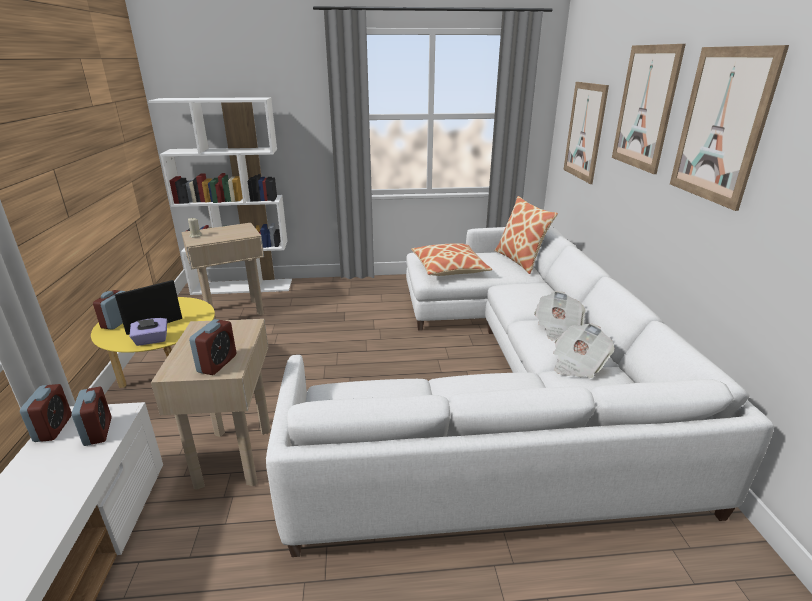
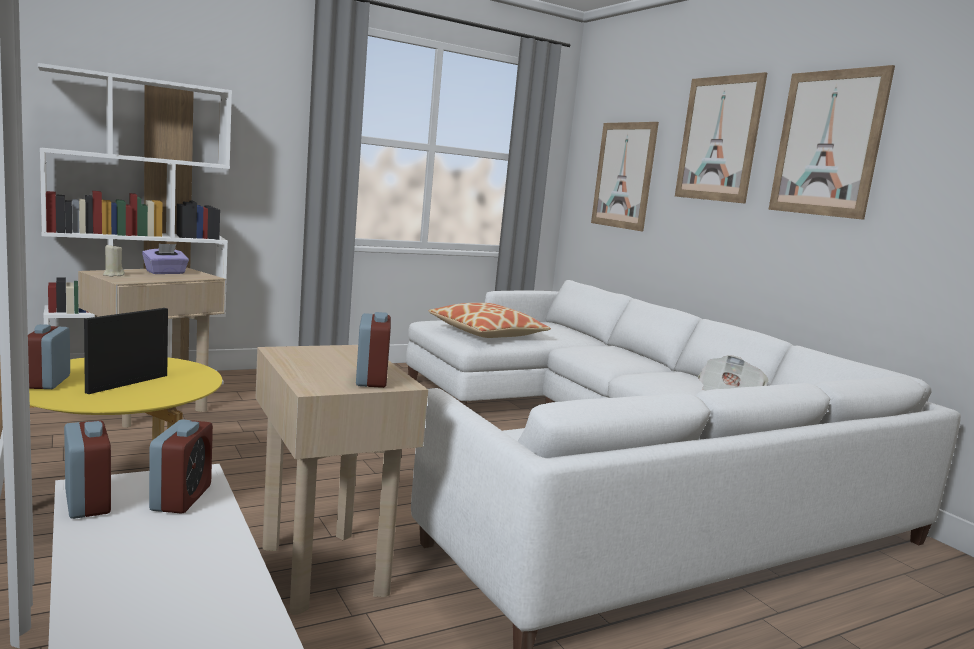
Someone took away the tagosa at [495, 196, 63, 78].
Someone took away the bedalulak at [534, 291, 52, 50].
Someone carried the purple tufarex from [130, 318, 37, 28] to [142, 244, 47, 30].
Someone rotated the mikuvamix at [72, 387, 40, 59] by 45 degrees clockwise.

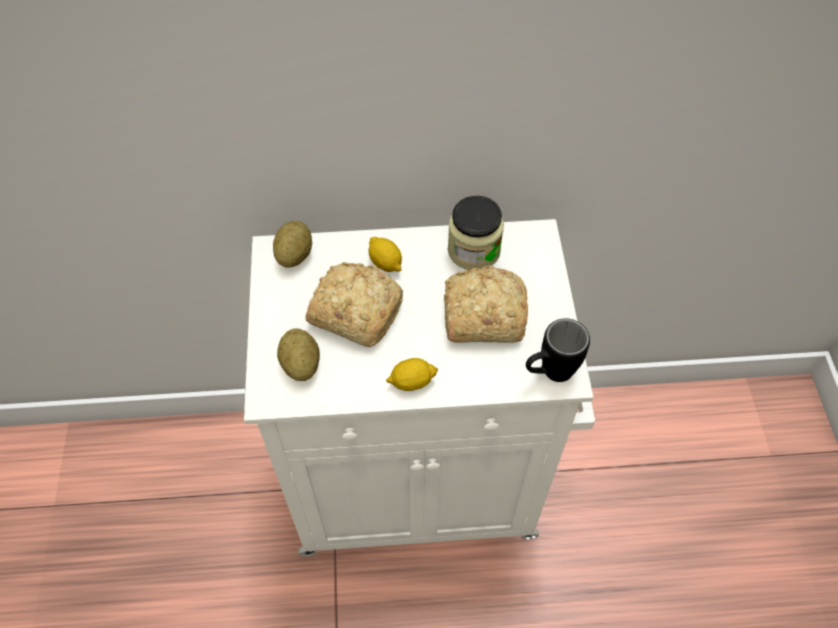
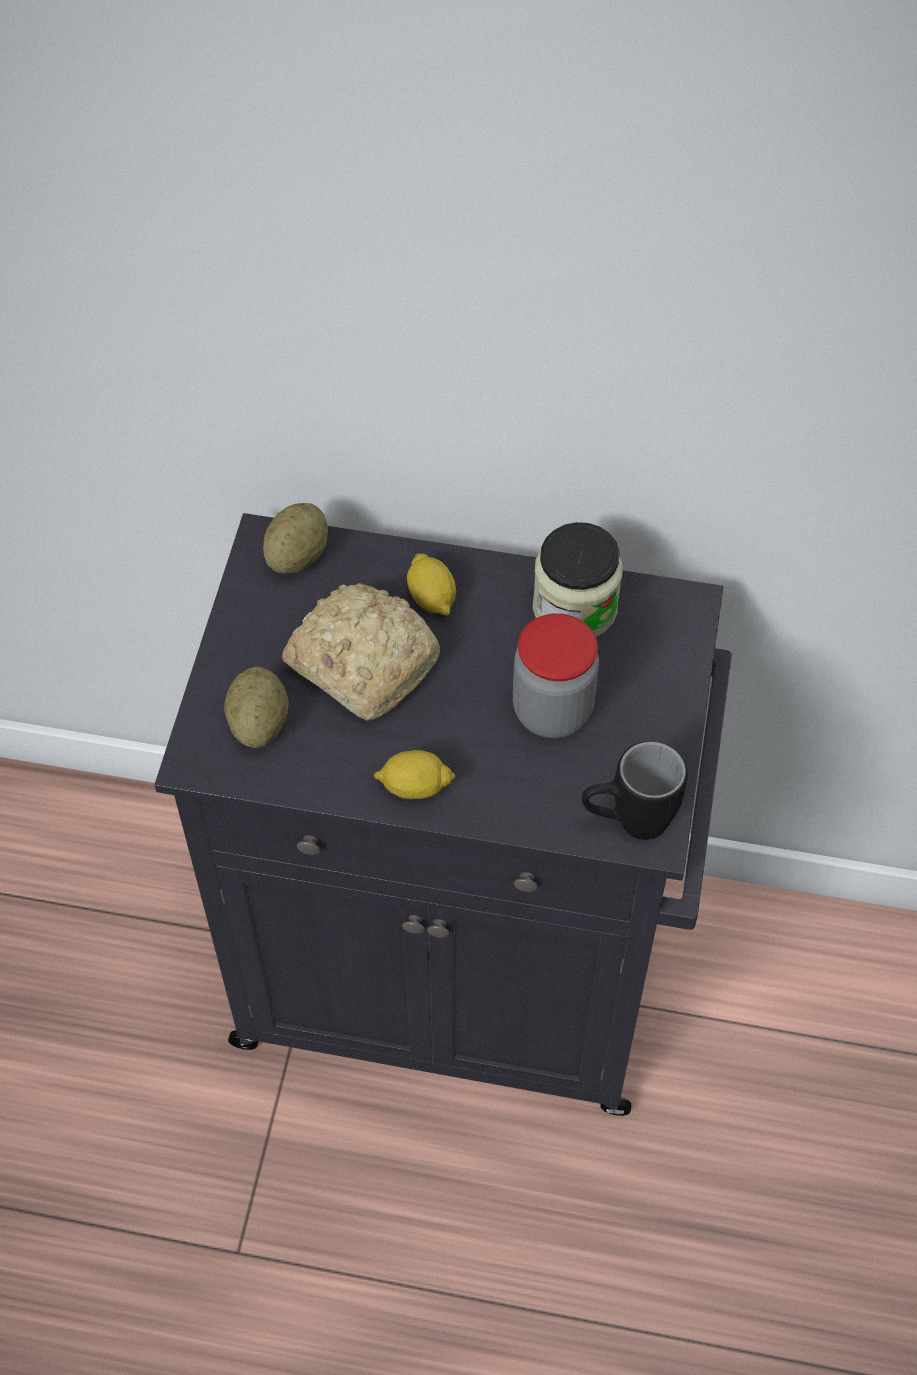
Someone swapped the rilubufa at [444, 266, 84, 77] for the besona at [513, 613, 86, 125].
Someone repainted the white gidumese at [244, 219, 351, 338], which became the black gidumese at [154, 513, 578, 603].

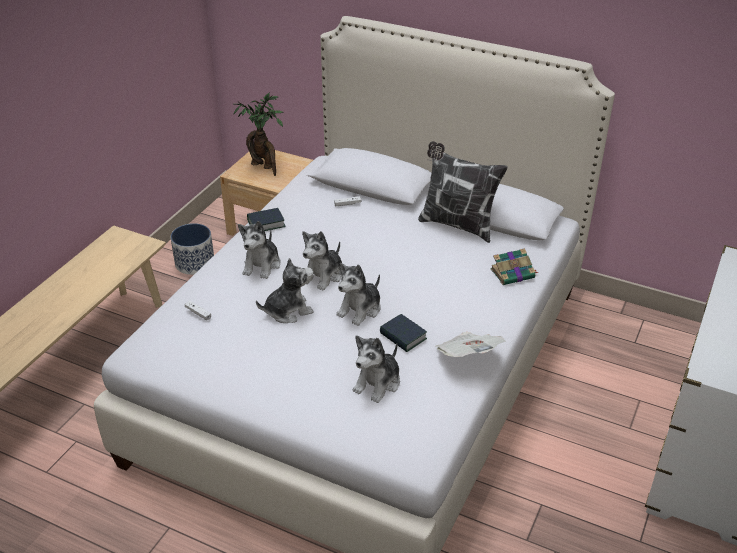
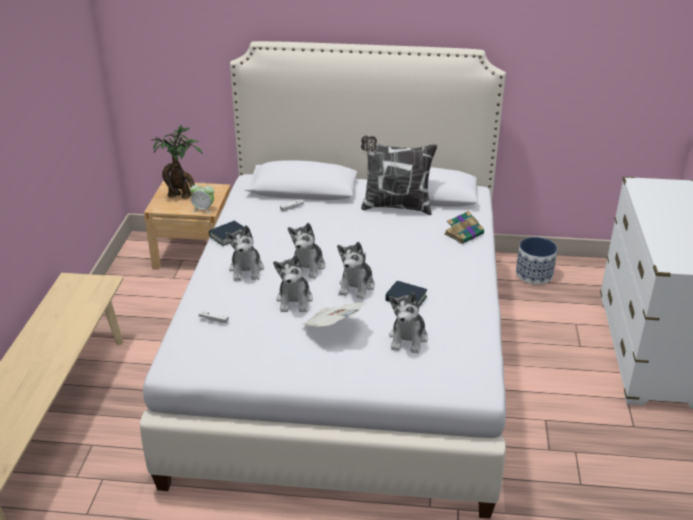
Someone put down the mikuvamix at [190, 182, 24, 32].
Someone carried the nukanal from [171, 223, 43, 52] to [516, 237, 41, 47].
Someone carried the bedalulak from [436, 332, 70, 25] to [301, 302, 65, 25].
Someone rotated the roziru at [256, 258, 58, 65] by 135 degrees clockwise.

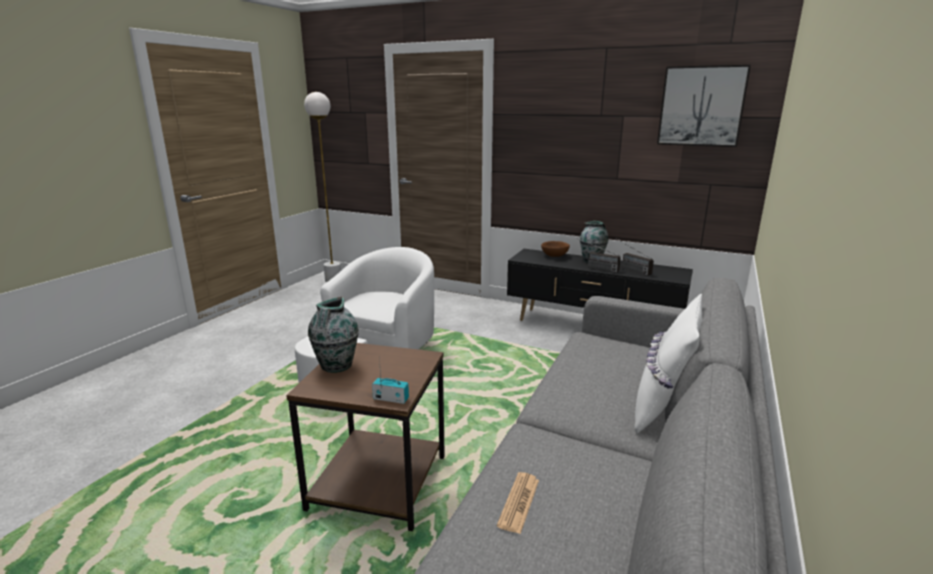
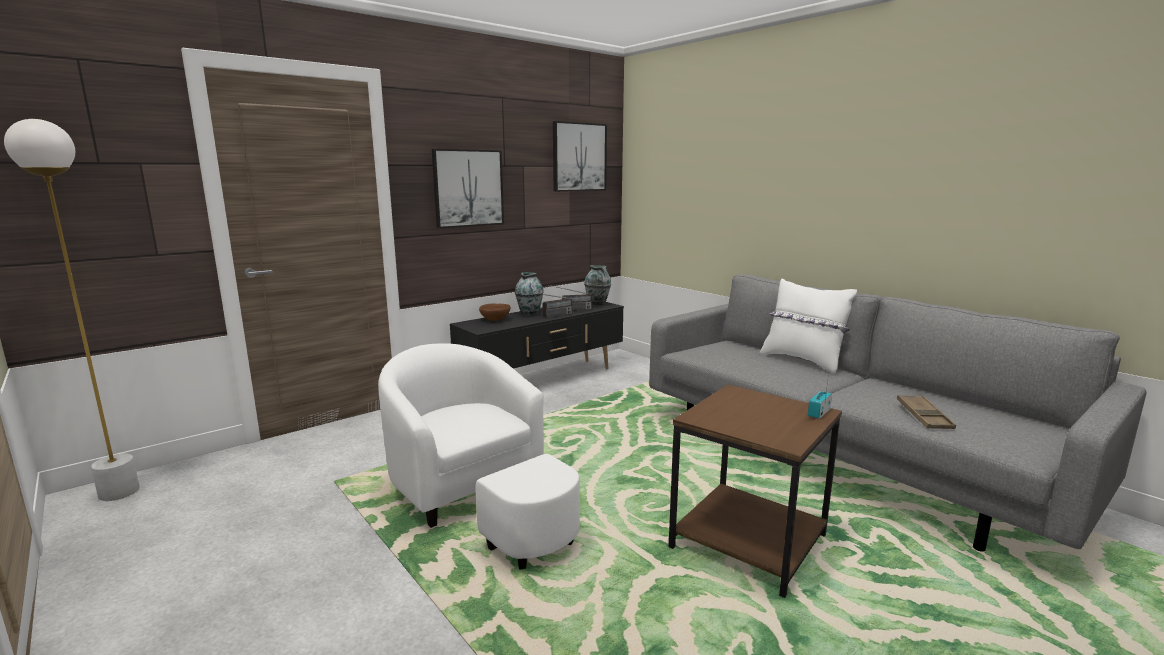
Someone put up the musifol at [432, 149, 72, 80].
Someone carried the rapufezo from [308, 296, 51, 77] to [584, 265, 27, 40].
Someone swapped the bedalulak at [497, 472, 42, 62] for the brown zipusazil at [897, 395, 59, 34].

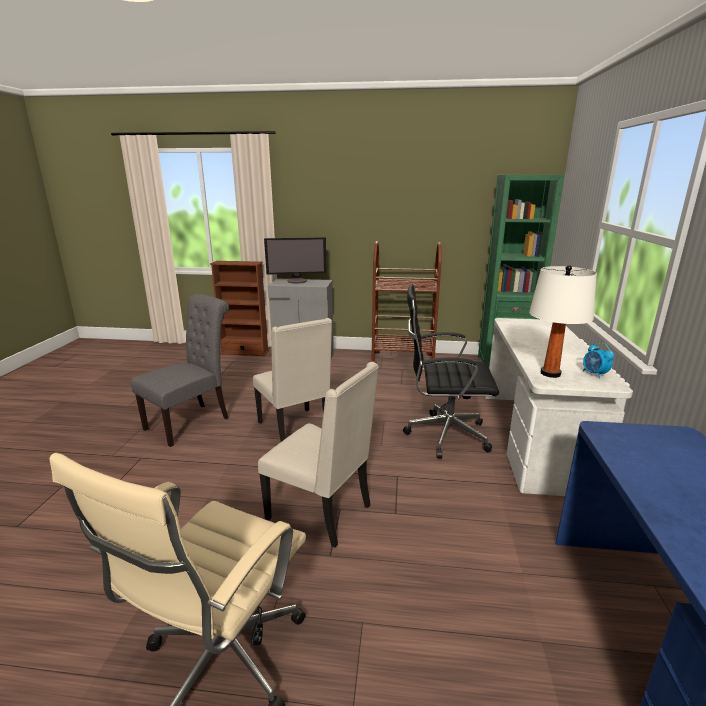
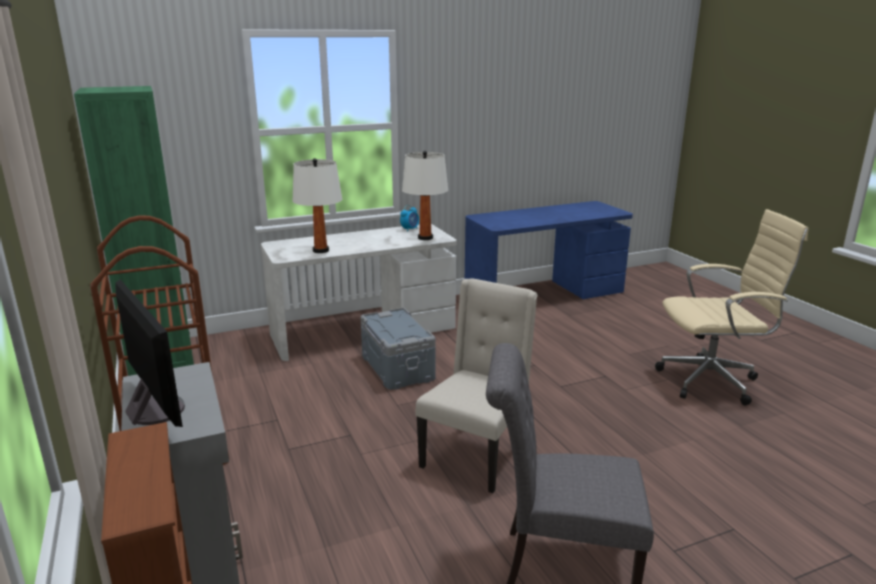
Someone took away the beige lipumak at [258, 362, 121, 186].
Someone put down the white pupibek at [292, 158, 50, 95].
Someone swapped the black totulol at [403, 284, 96, 175] for the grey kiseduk at [361, 308, 75, 82].

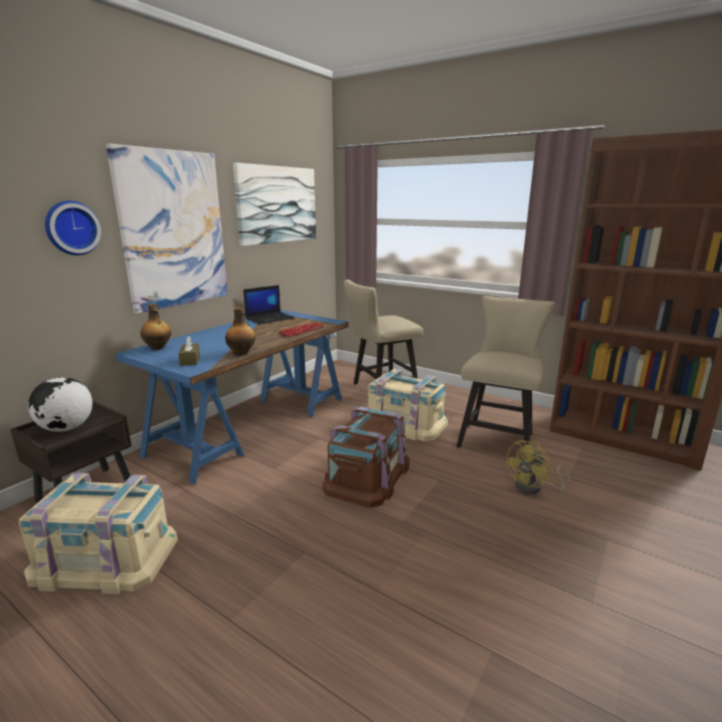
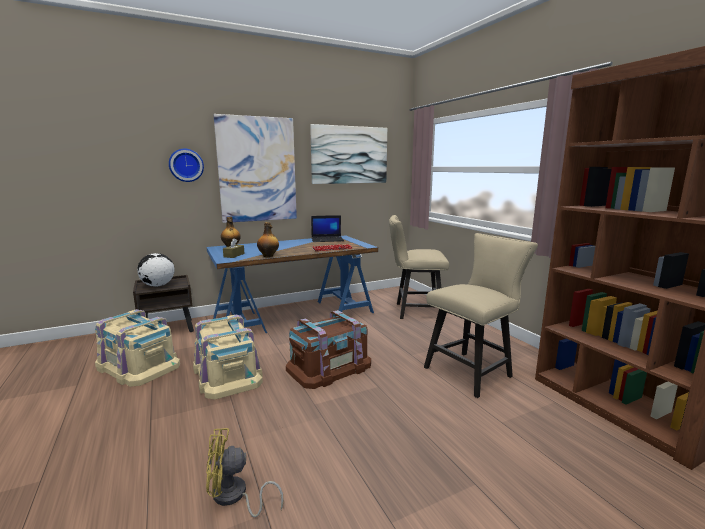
Someone carried the beige kiseduk from [368, 368, 80, 73] to [193, 314, 70, 86].
Someone carried the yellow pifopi from [504, 440, 66, 54] to [206, 428, 78, 90].

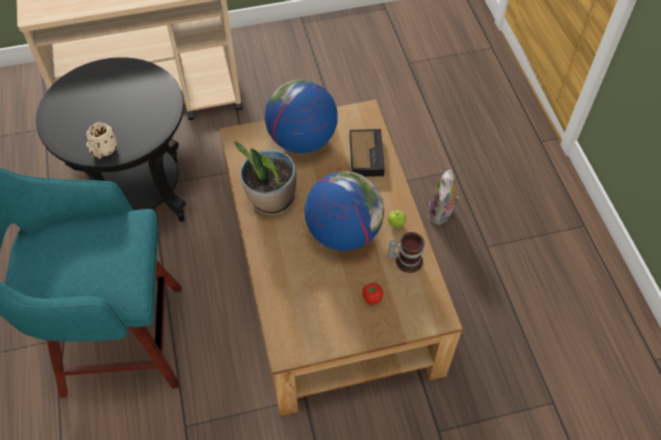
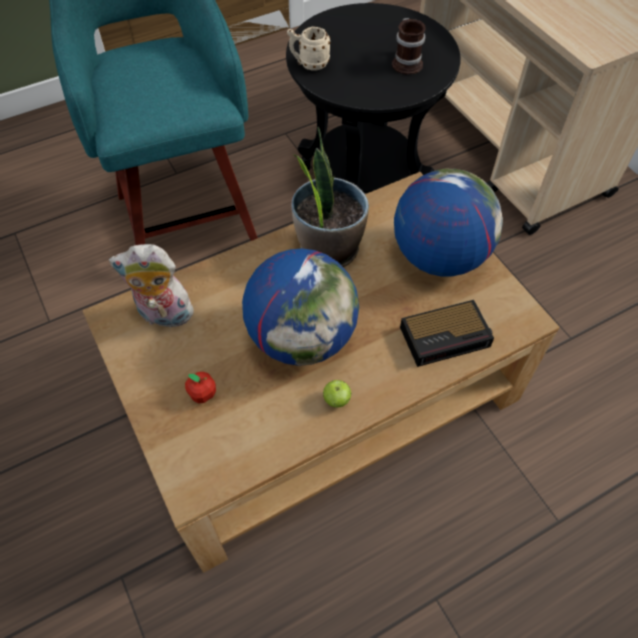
Someone carried the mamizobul from [388, 232, 36, 41] to [392, 18, 34, 57].
Someone carried the roziru from [427, 169, 33, 56] to [109, 244, 87, 84].

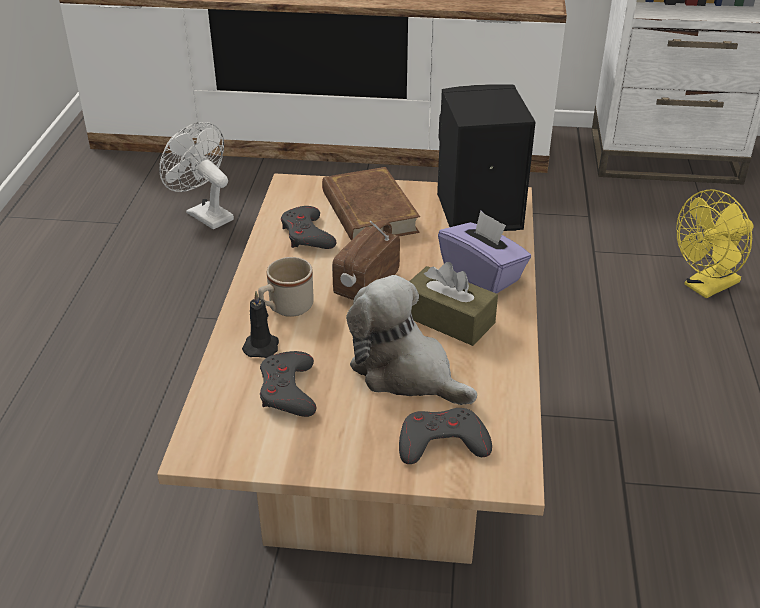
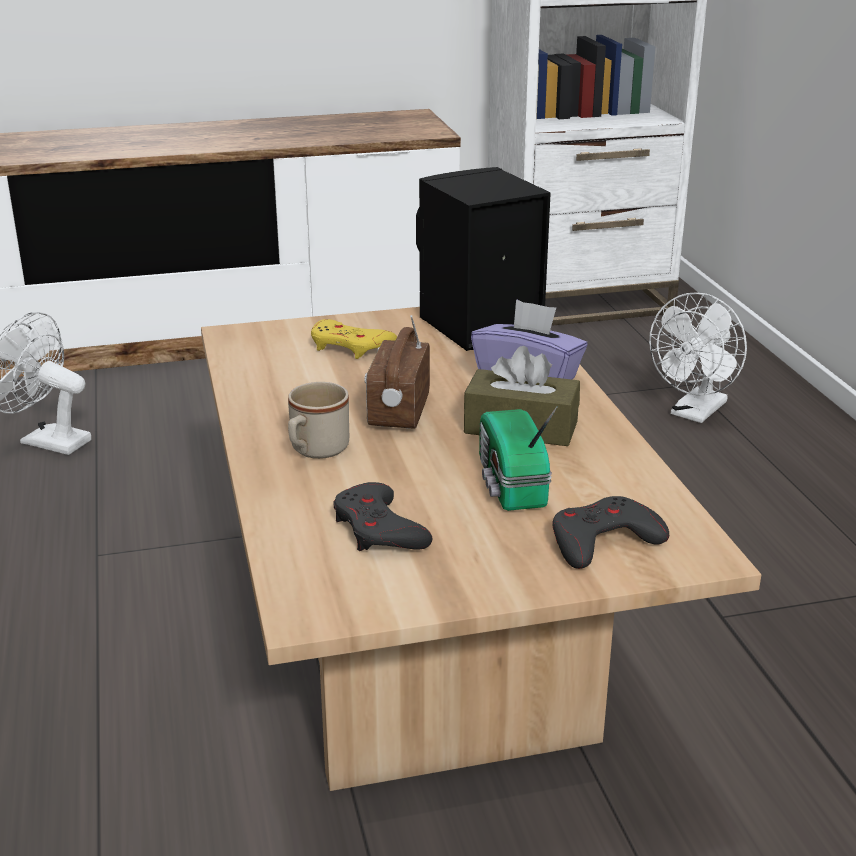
Someone took away the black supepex at [242, 291, 37, 67].
Someone took away the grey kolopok at [281, 206, 56, 43].
Someone swapped the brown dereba at [322, 167, 98, 73] for the yellow kolopok at [311, 319, 86, 40].
Someone swapped the roziru at [346, 275, 131, 130] for the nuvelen at [479, 406, 79, 105].
Someone repainted the yellow pifopi at [676, 189, 78, 110], which became the white pifopi at [649, 292, 98, 131].

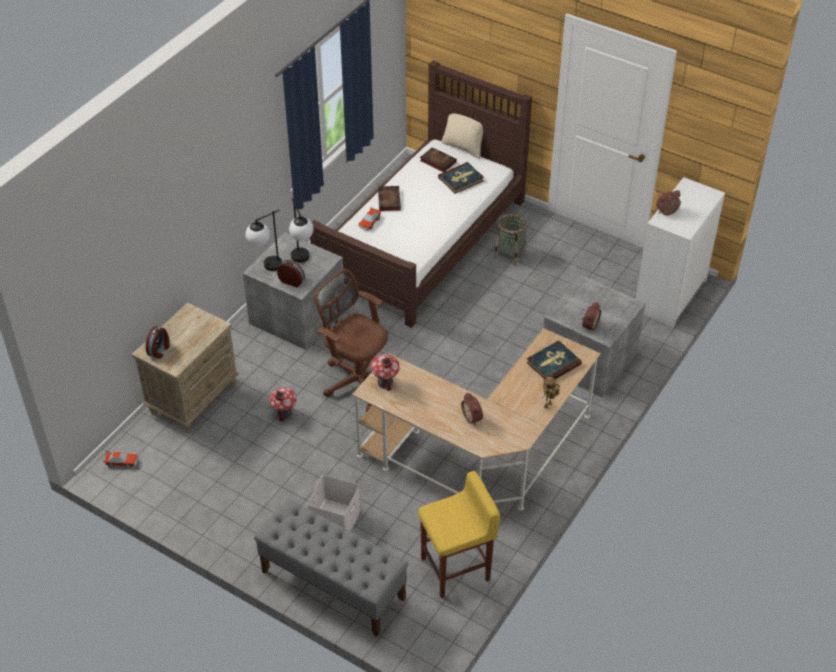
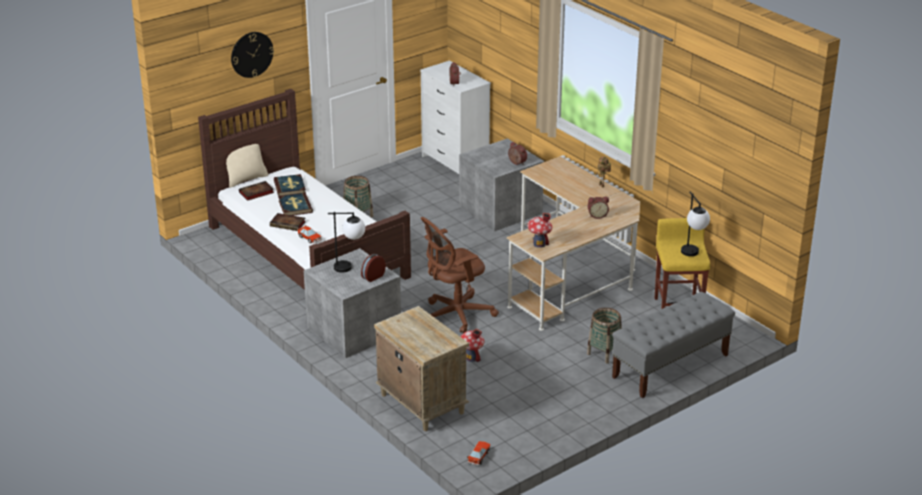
Someone took away the mikuvamix at [146, 326, 24, 33].
Someone put up the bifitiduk at [231, 32, 43, 46].
Someone carried the pupibek from [246, 210, 36, 61] to [681, 192, 29, 64].
Someone carried the dereba from [526, 340, 56, 39] to [278, 193, 35, 23].
Someone swapped the white kiseduk at [307, 475, 53, 56] for the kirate at [587, 308, 35, 56].

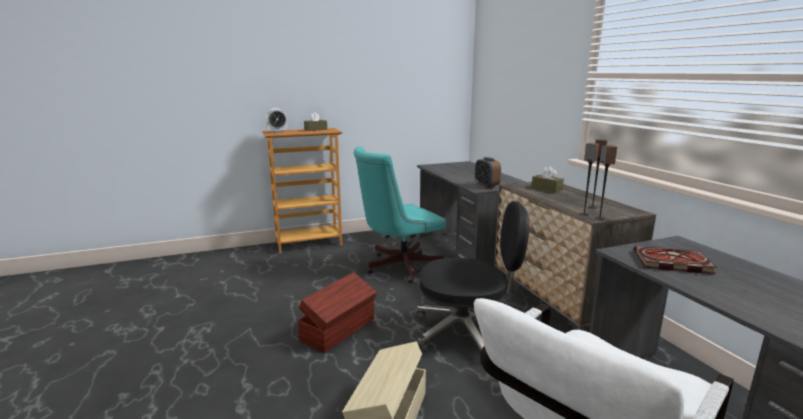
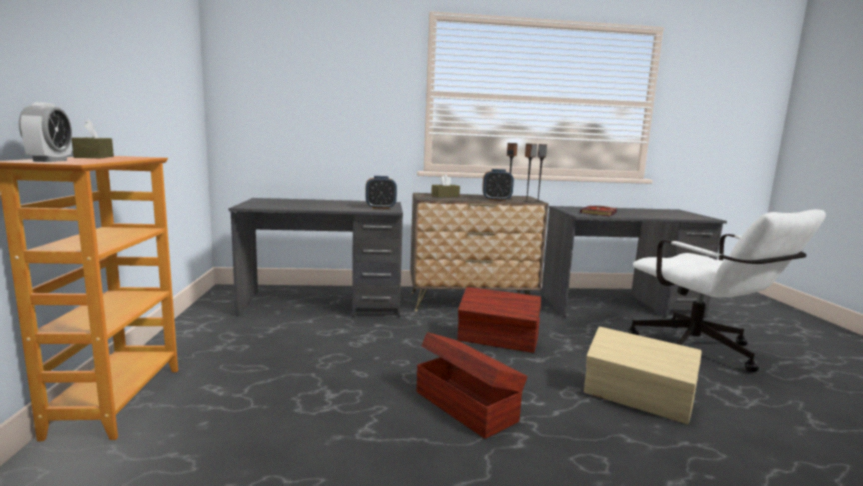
Someone took away the turquoise totulol at [354, 147, 92, 136].
Someone put down the mikuvamix at [482, 169, 32, 32].
Someone swapped the black totulol at [417, 201, 112, 151] for the brown kiseduk at [458, 287, 83, 66].

